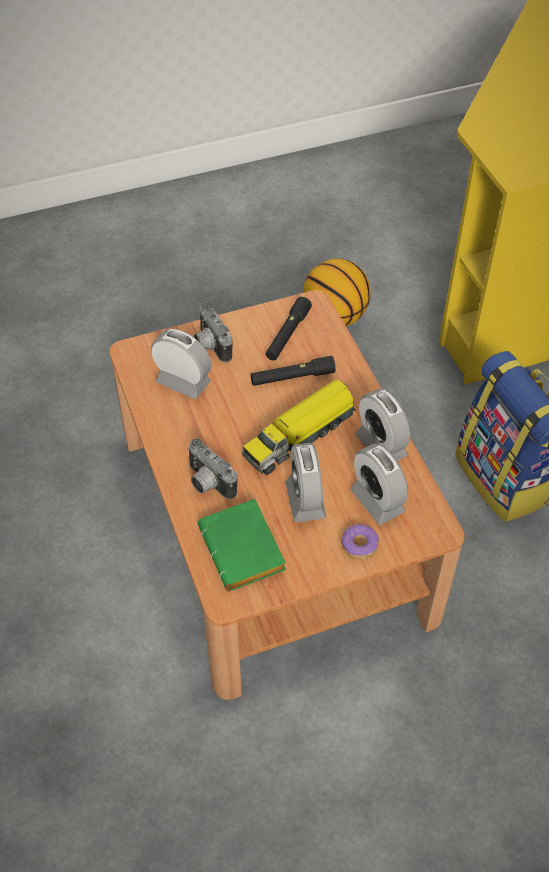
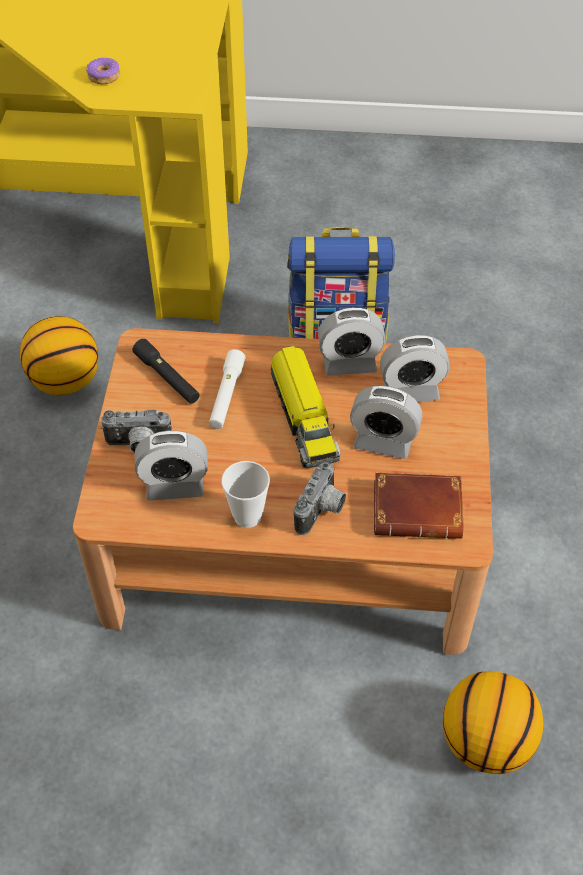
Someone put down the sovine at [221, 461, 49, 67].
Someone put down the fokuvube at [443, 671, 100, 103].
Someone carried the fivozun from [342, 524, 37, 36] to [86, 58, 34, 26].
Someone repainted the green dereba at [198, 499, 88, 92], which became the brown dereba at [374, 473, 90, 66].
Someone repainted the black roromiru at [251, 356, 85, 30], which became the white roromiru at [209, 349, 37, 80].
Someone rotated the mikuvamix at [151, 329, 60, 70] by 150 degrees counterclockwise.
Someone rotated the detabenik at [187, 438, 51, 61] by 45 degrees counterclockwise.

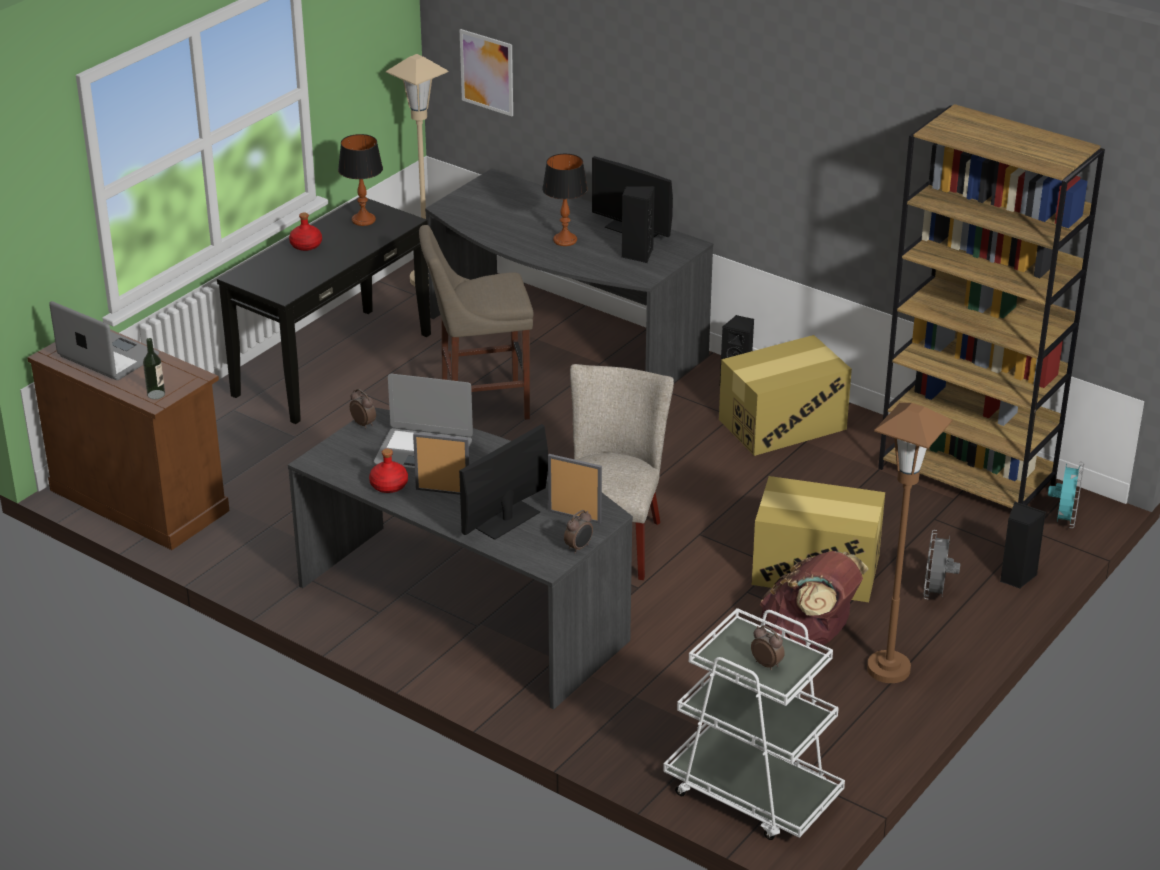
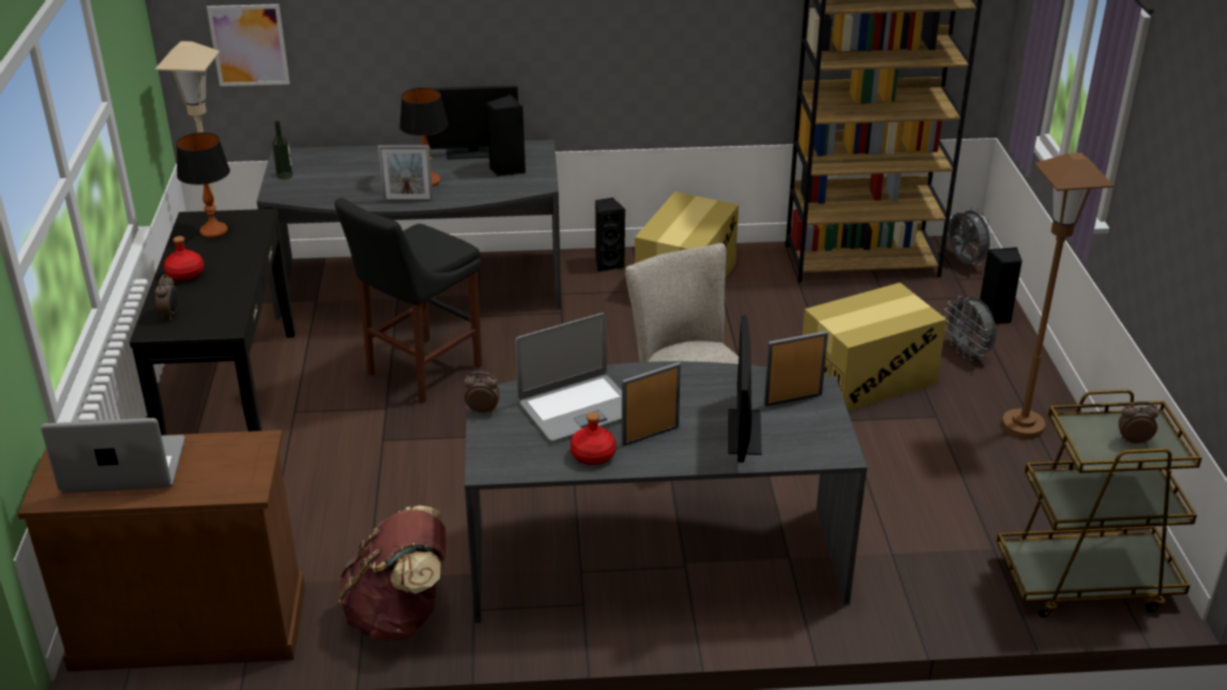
Someone put down the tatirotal at [378, 145, 55, 56].
Someone carried the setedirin from [143, 338, 22, 61] to [272, 120, 21, 60].
Someone carried the mikuvamix from [564, 510, 29, 43] to [155, 275, 23, 45].
Someone carried the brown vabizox from [759, 551, 109, 99] to [339, 506, 107, 135].
Someone repainted the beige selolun at [419, 225, 115, 195], which became the black selolun at [335, 198, 147, 205].
Someone repainted the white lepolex at [663, 608, 182, 232], which became the brown lepolex at [996, 389, 206, 229].
Someone repainted the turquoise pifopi at [1048, 462, 36, 66], which became the grey pifopi at [948, 206, 47, 59].

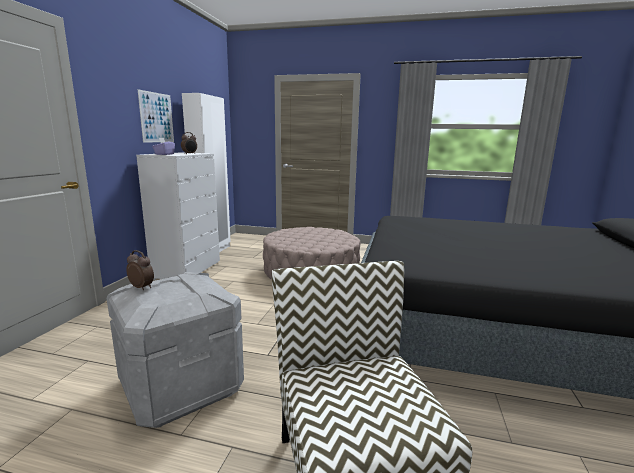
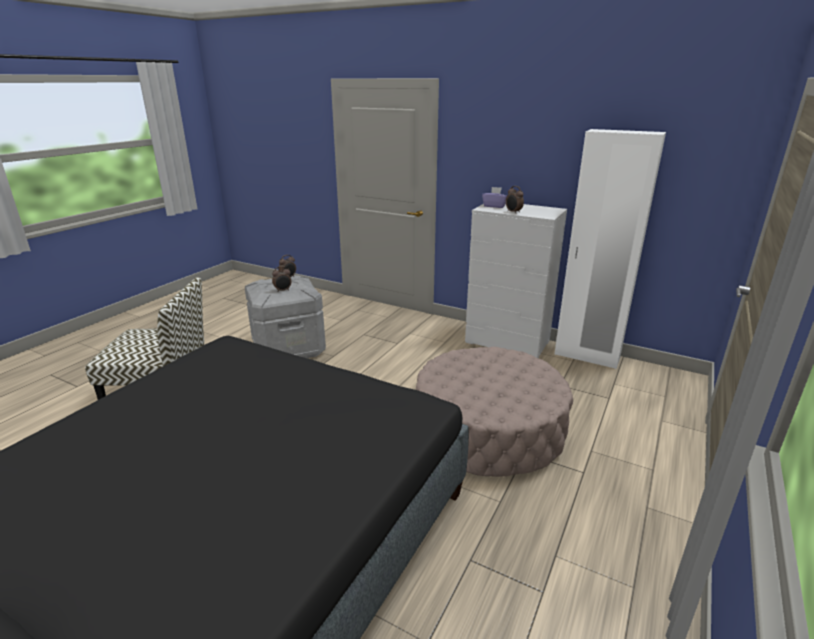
Someone took away the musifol at [138, 89, 36, 53].
Someone put down the mikuvamix at [272, 266, 19, 25].

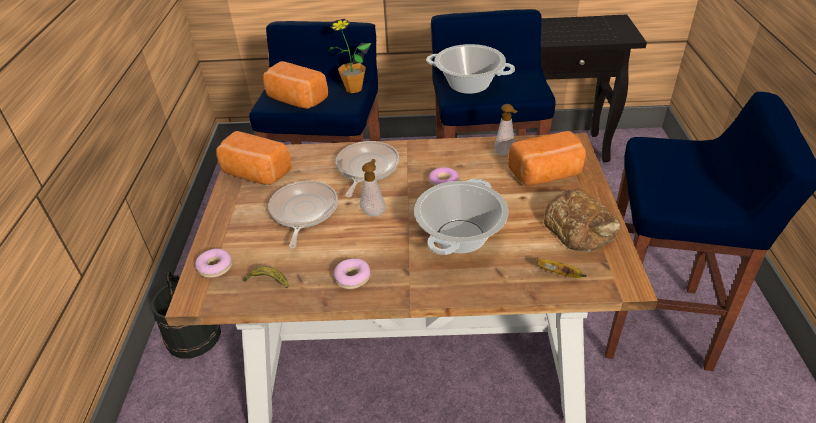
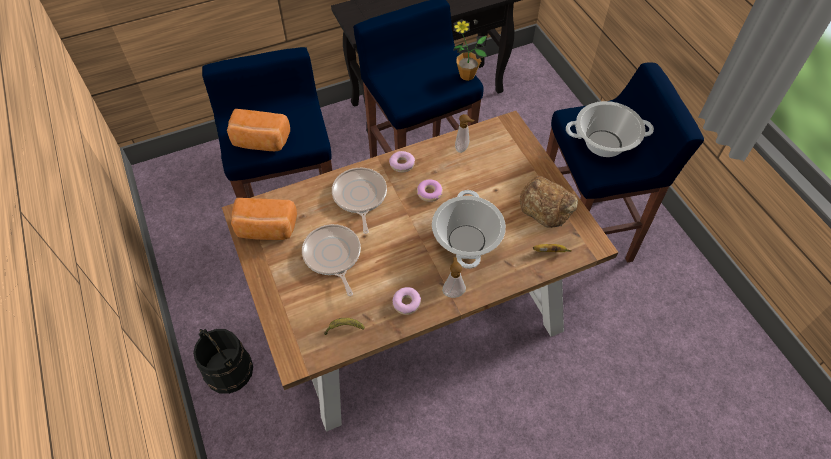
Someone took away the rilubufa at [508, 131, 78, 54].
Someone carried the fivozun from [195, 248, 37, 30] to [389, 151, 26, 21].
Someone carried the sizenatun from [329, 19, 42, 74] to [453, 19, 34, 62].
Someone carried the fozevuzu from [360, 159, 26, 58] to [442, 257, 24, 41].
Someone carried the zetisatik from [426, 44, 89, 50] to [566, 101, 88, 56].

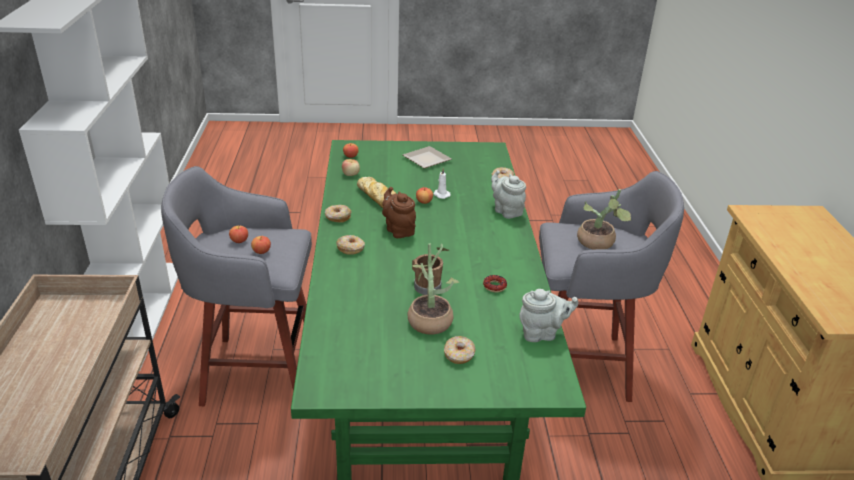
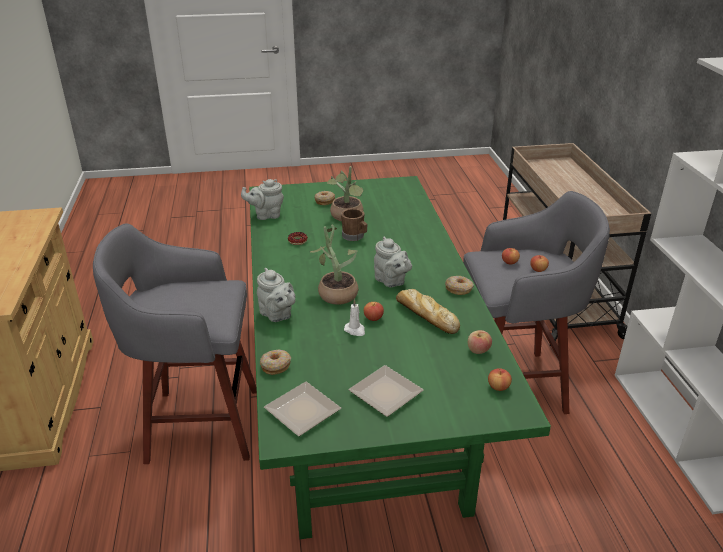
Someone took away the fivozun at [336, 235, 29, 20].
Someone put down the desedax at [264, 381, 77, 55].
Someone carried the sizenatun from [577, 189, 55, 61] to [310, 224, 48, 81].
Someone repainted the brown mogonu at [382, 187, 34, 51], which became the grey mogonu at [374, 237, 38, 50].

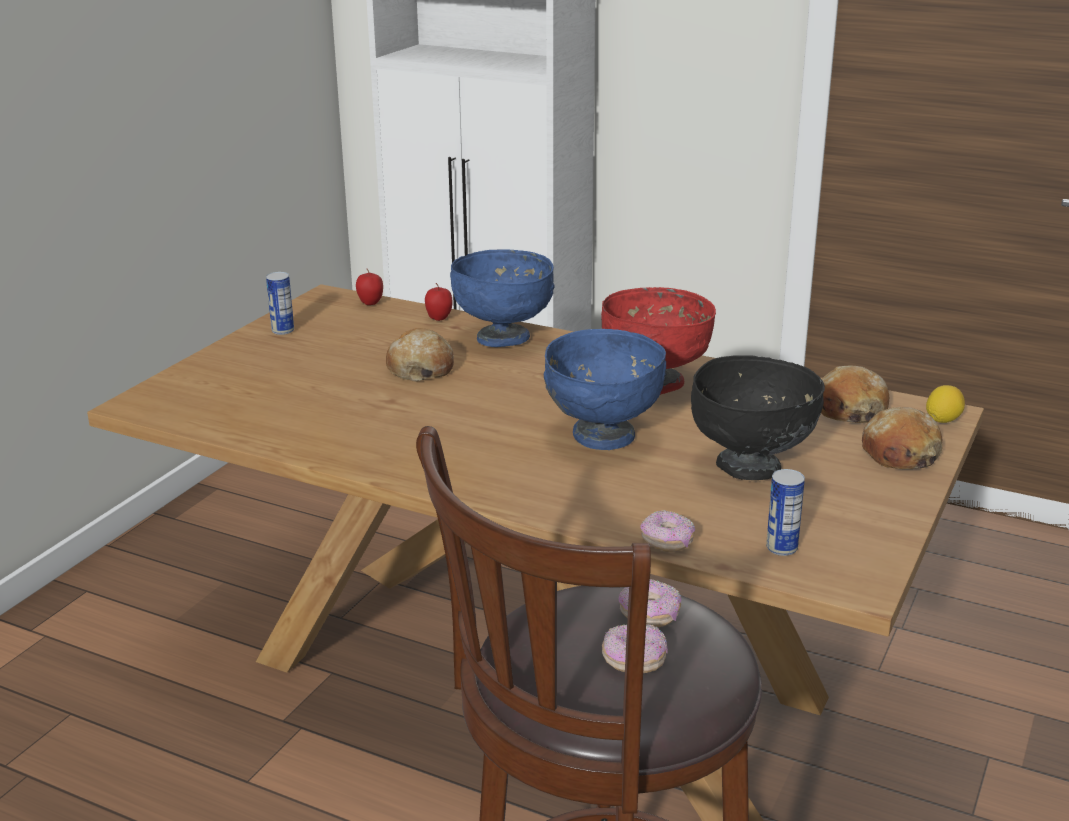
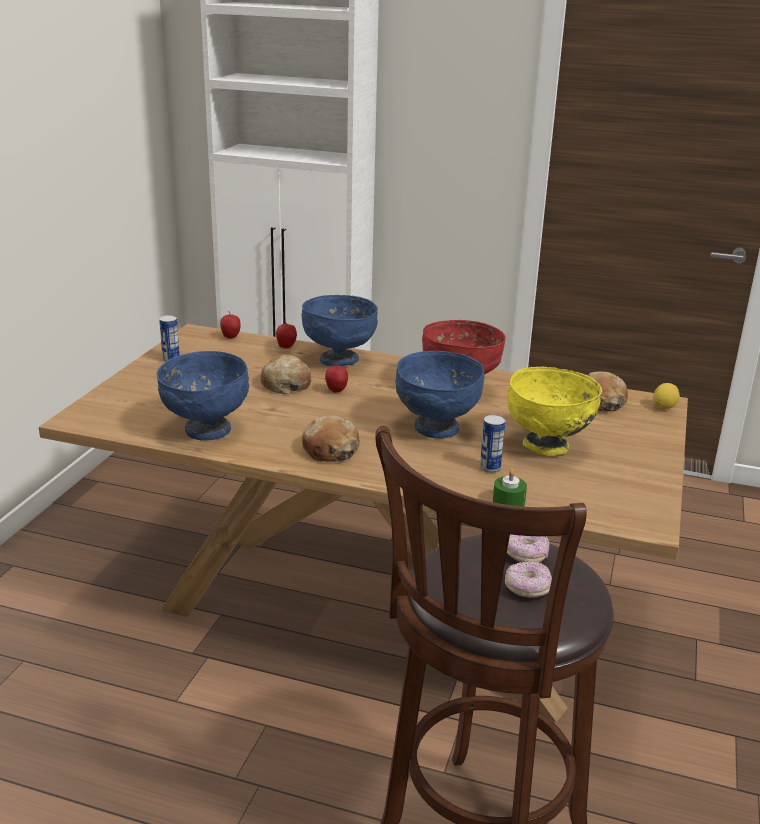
Someone put down the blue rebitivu at [157, 351, 92, 90].
Someone put down the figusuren at [325, 362, 23, 31].
Someone carried the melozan from [766, 469, 39, 87] to [480, 415, 25, 58].
Someone carried the rilubufa from [862, 407, 81, 62] to [302, 416, 57, 46].
Someone swapped the fivozun at [640, 510, 55, 42] for the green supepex at [493, 469, 34, 37].
Someone repainted the black rebitivu at [691, 355, 134, 125], which became the yellow rebitivu at [507, 367, 95, 88].

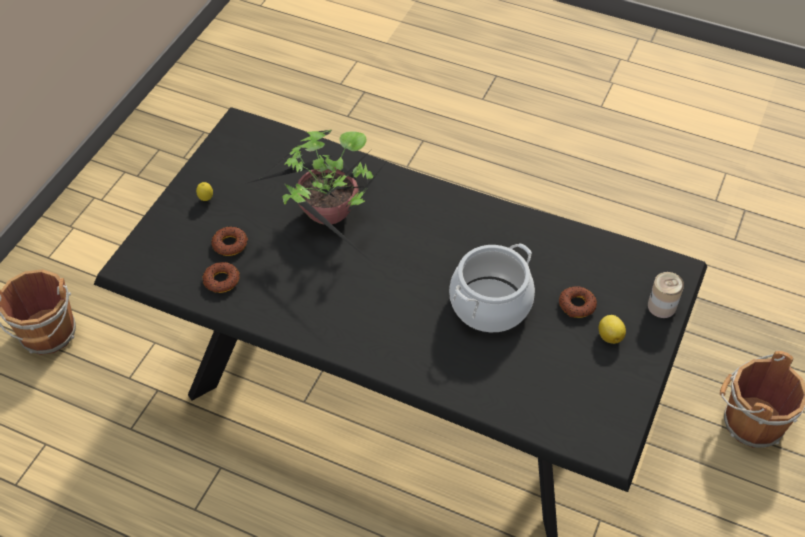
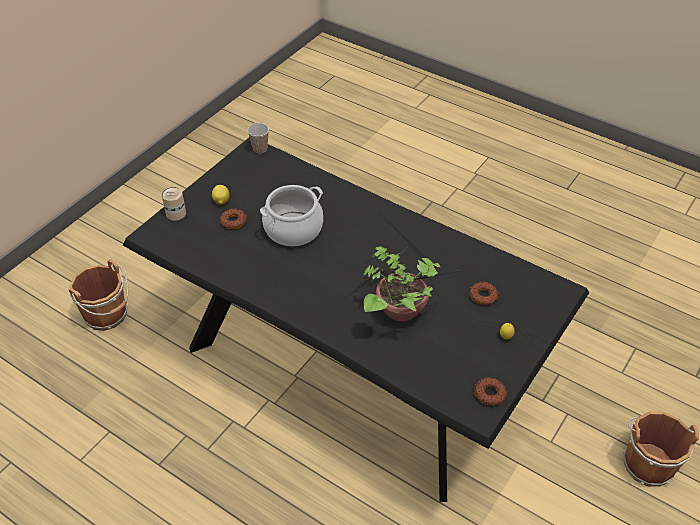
Someone put down the sovine at [247, 123, 22, 31].
Someone carried the fivozun from [202, 262, 38, 31] to [474, 377, 33, 29].

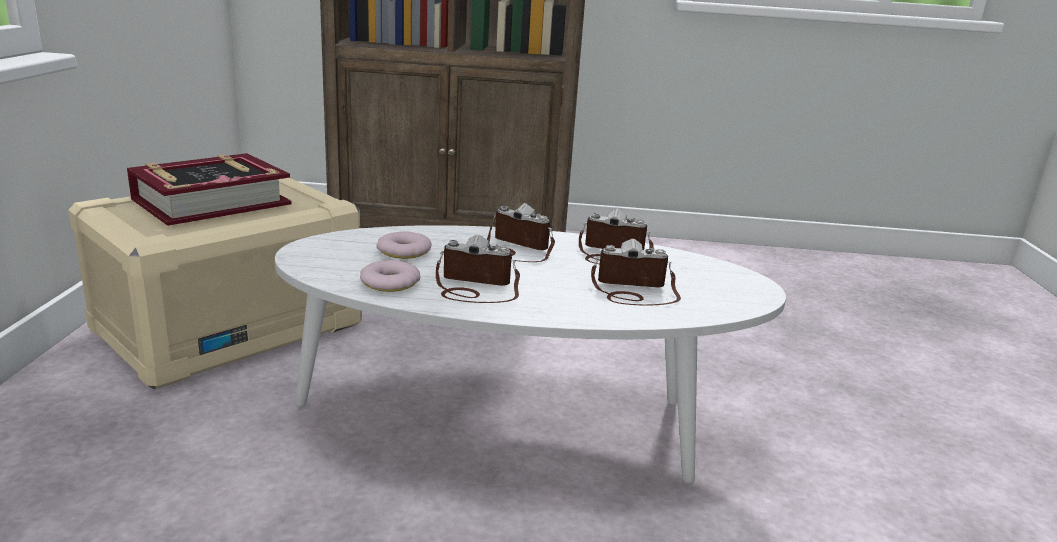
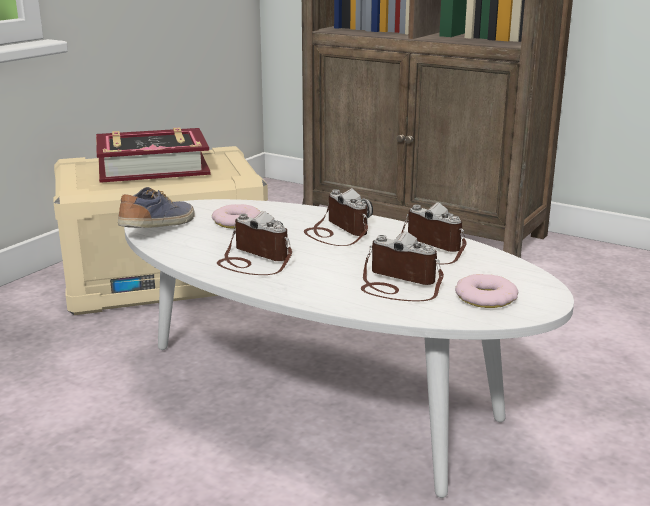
Someone put down the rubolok at [118, 187, 77, 41].
Someone carried the fivozun from [360, 260, 60, 32] to [455, 274, 63, 34].

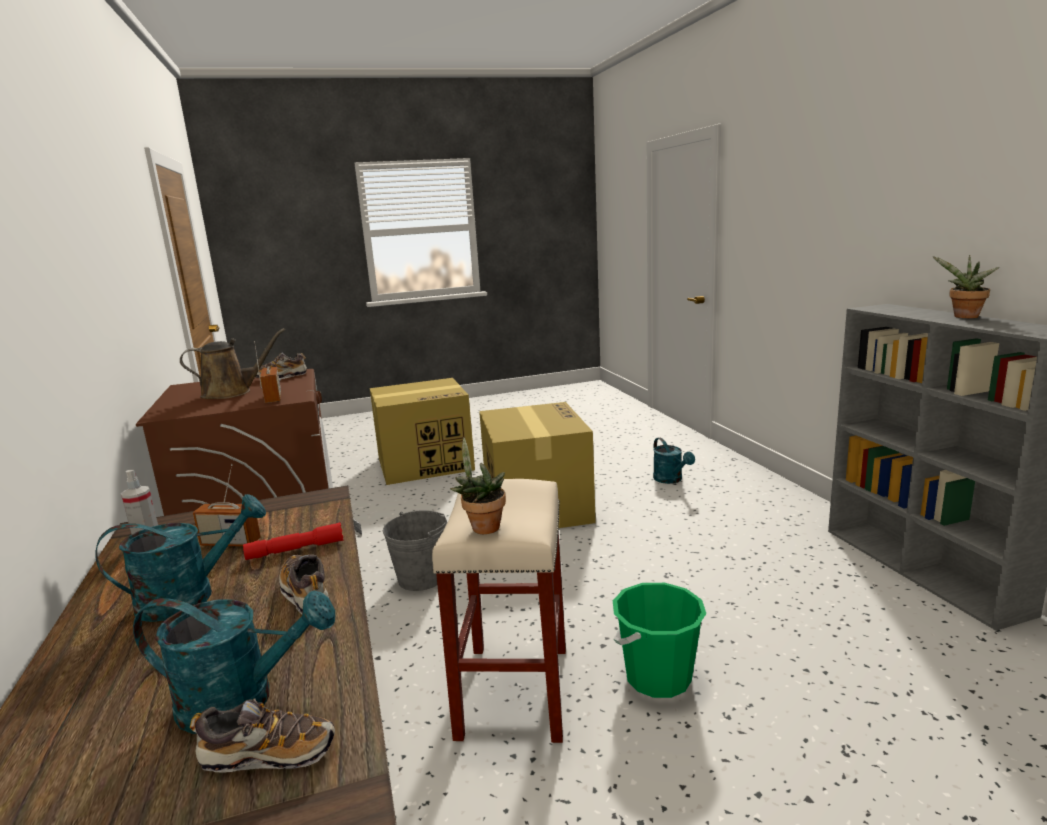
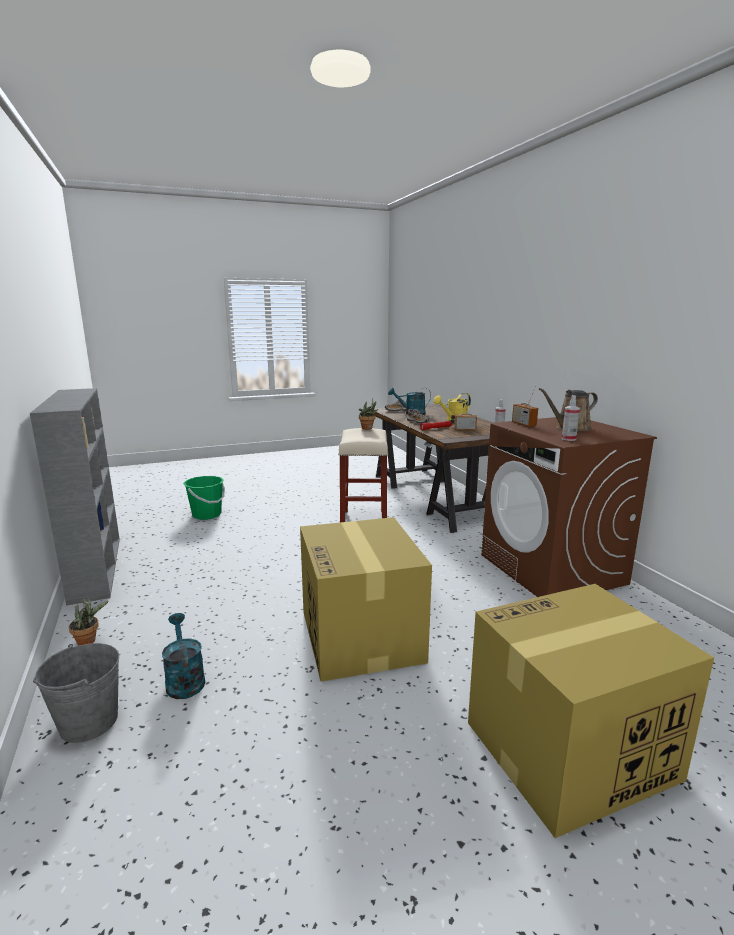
Someone carried the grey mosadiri from [383, 510, 64, 81] to [33, 643, 86, 100].
Someone carried the green mosadiri from [613, 583, 93, 115] to [183, 476, 42, 44].
Someone carried the sizenatun from [933, 255, 66, 63] to [69, 596, 40, 50].
Someone swapped the rubolok at [255, 353, 52, 26] for the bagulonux at [562, 395, 18, 46].
Someone repainted the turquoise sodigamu at [95, 494, 171, 128], which became the yellow sodigamu at [433, 393, 38, 31].

